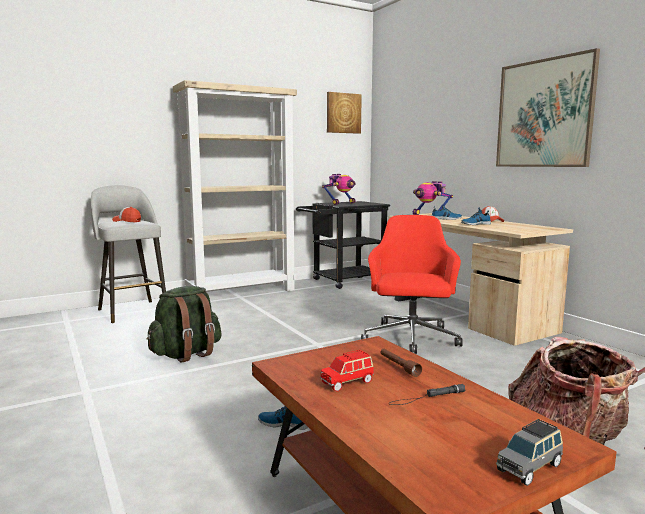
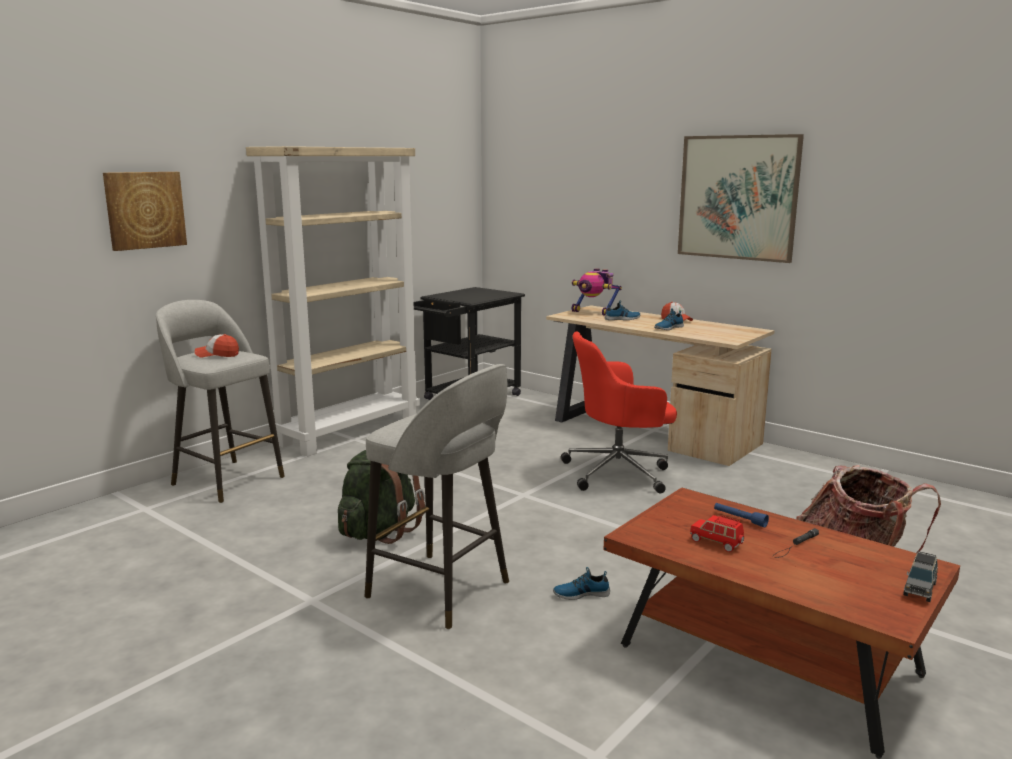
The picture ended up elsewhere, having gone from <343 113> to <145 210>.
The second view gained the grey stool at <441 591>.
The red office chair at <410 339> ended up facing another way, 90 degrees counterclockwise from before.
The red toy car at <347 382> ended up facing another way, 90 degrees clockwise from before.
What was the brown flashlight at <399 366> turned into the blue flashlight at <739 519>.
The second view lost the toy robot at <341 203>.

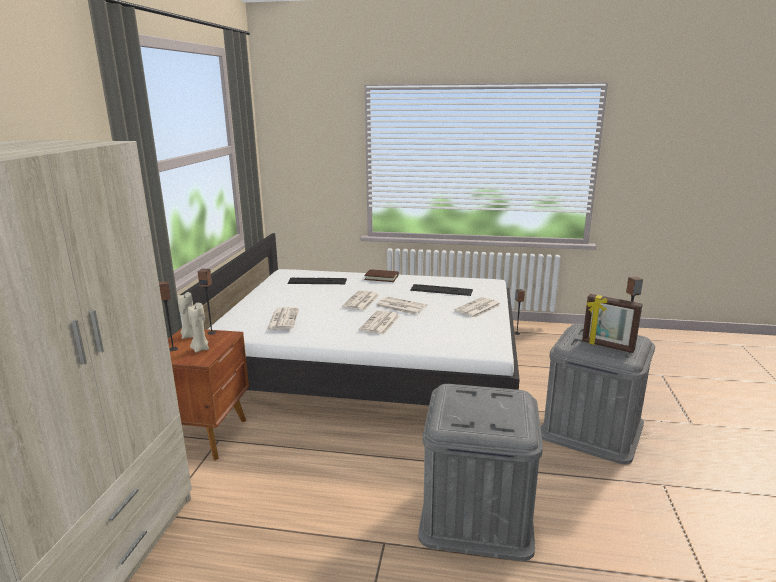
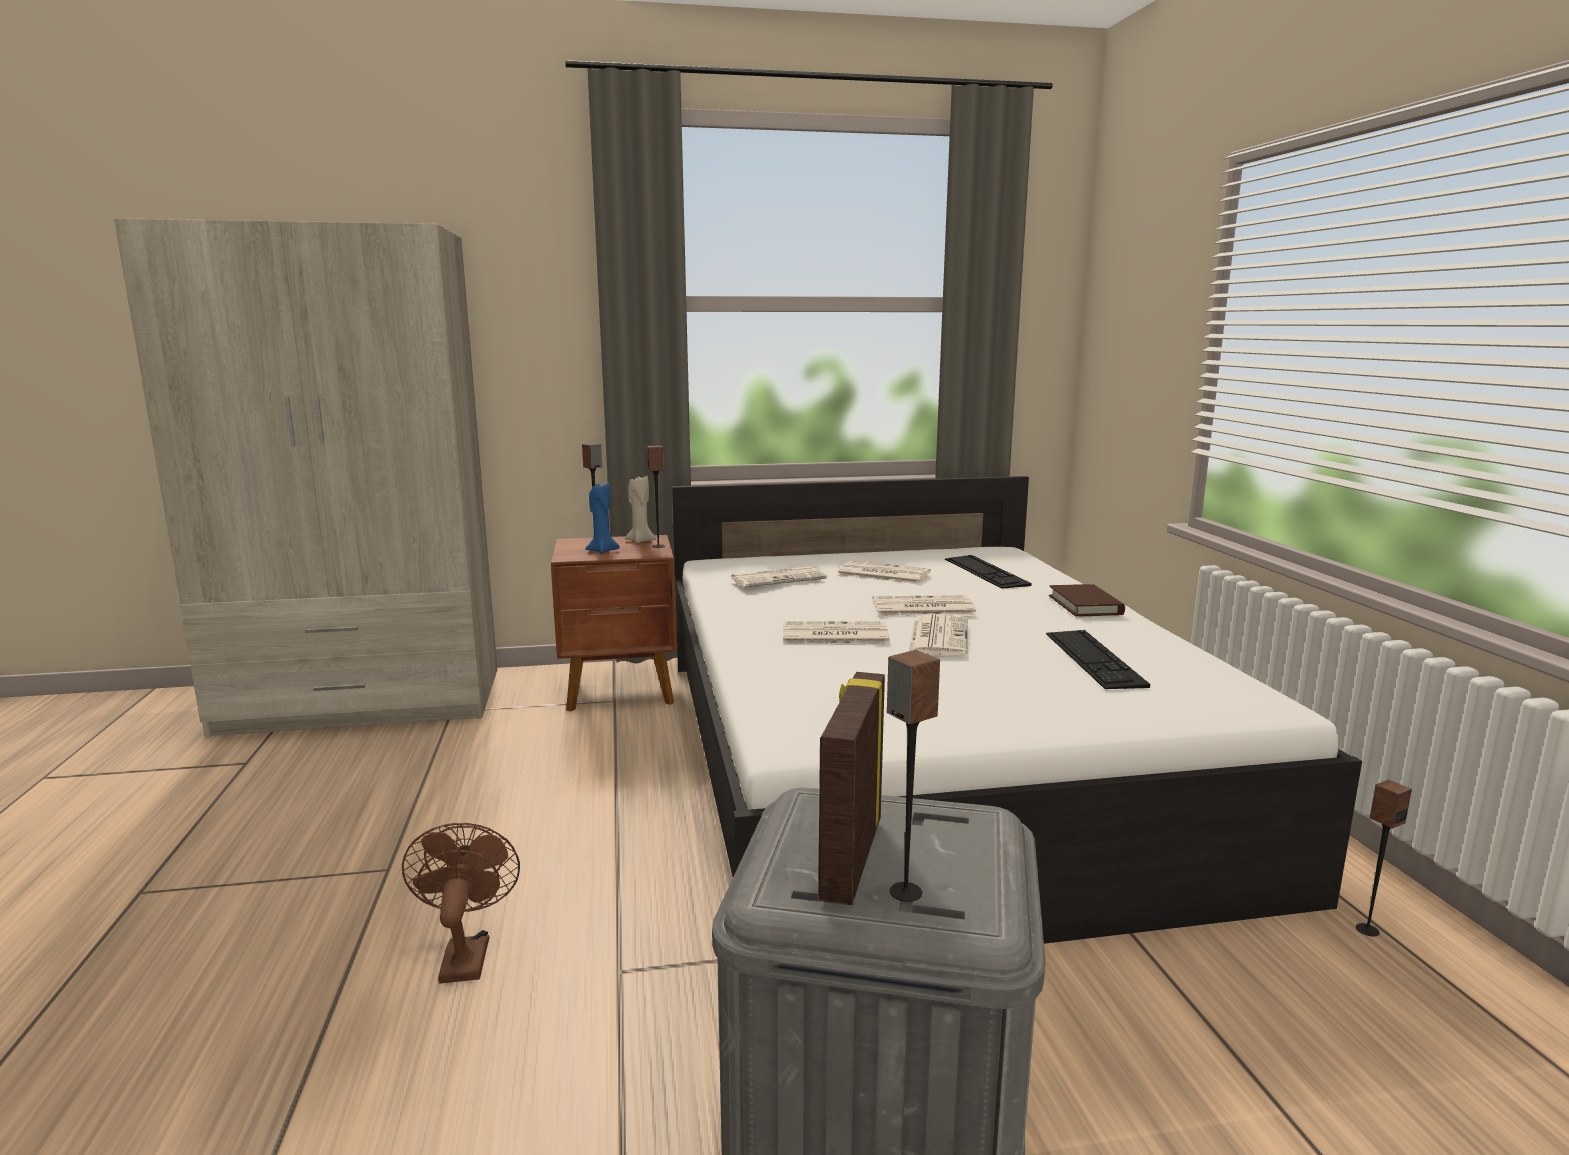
Where the grey storage box stood at <477 512>, the brown fan came to stand at <465 954>.
What was the beige candle at <200 349> turned into the blue candle at <602 551>.
The newspaper ended up elsewhere, having gone from <478 308> to <882 574>.

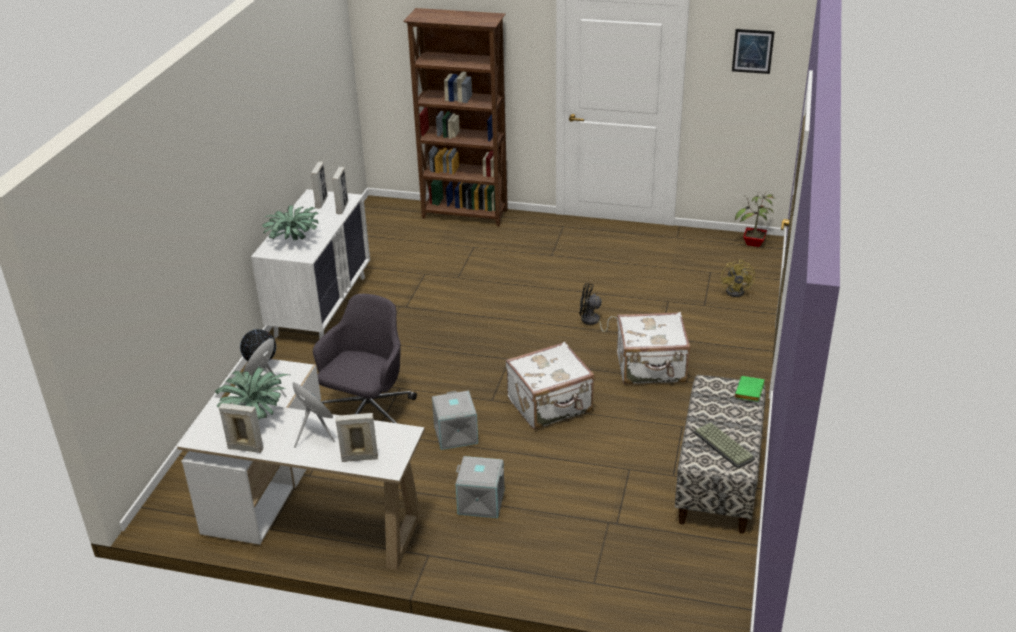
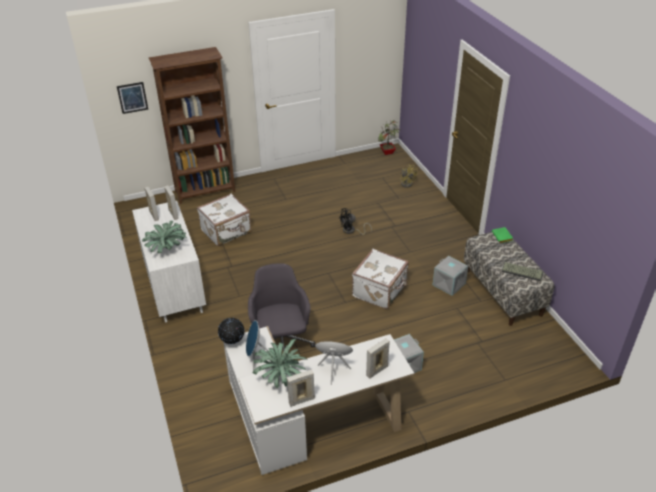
The picture ended up elsewhere, having gone from <752 51> to <132 97>.
The white suitcase ended up elsewhere, having gone from <651 368> to <226 231>.
The grey storage box ended up elsewhere, having gone from <454 434> to <448 284>.

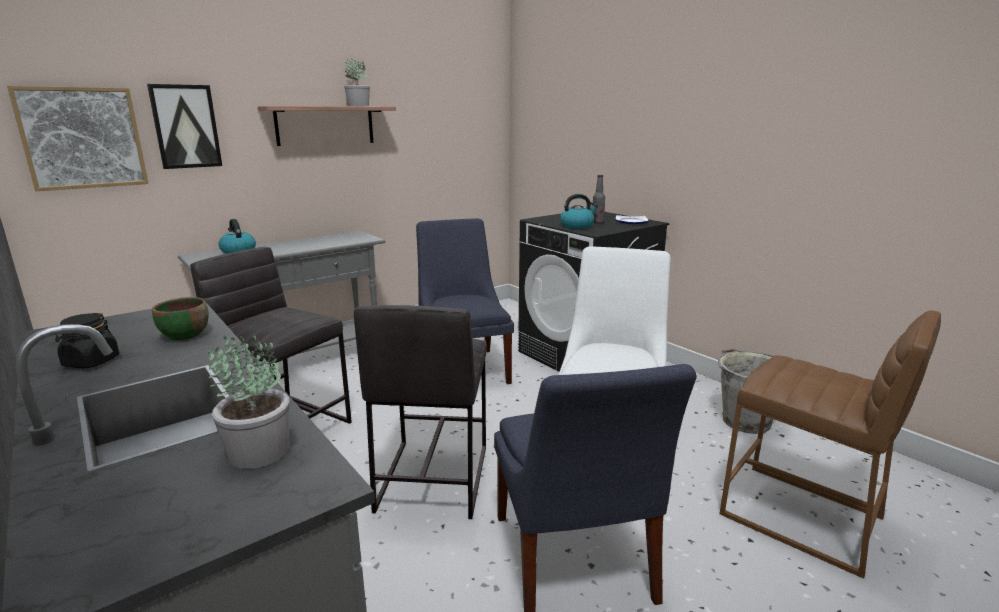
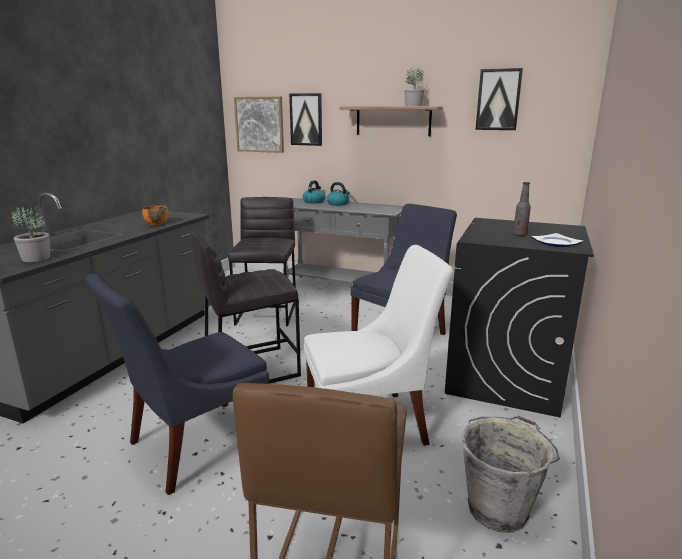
What was the green bowl at <185 335> turned into the orange bowl at <156 223>.
The kettle ended up elsewhere, having gone from <577 226> to <338 204>.
The second view gained the picture at <498 99>.
The second view lost the black jar at <91 362>.

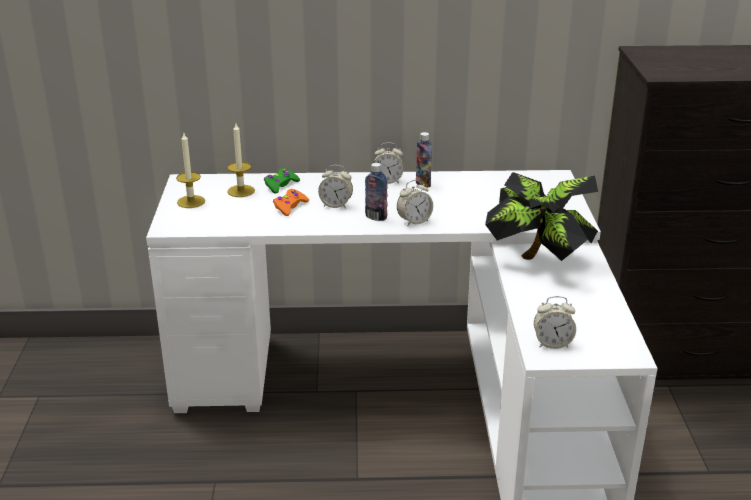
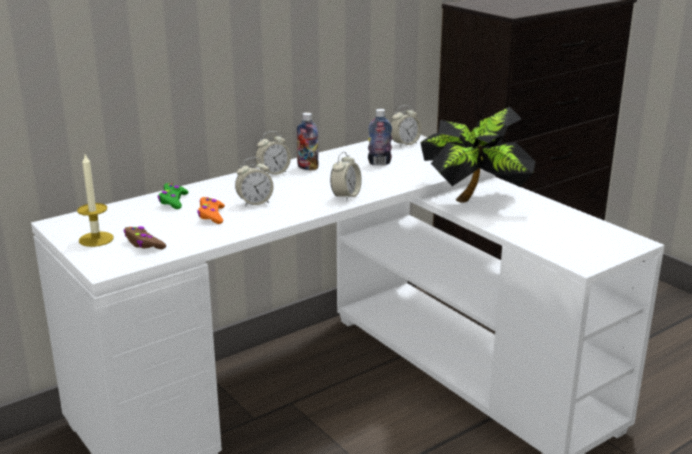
The second view gained the brown game controller at <144 244>.
The bottle ended up elsewhere, having gone from <376 217> to <379 163>.
The alarm clock ended up elsewhere, having gone from <552 343> to <404 144>.
The second view lost the candle at <241 191>.

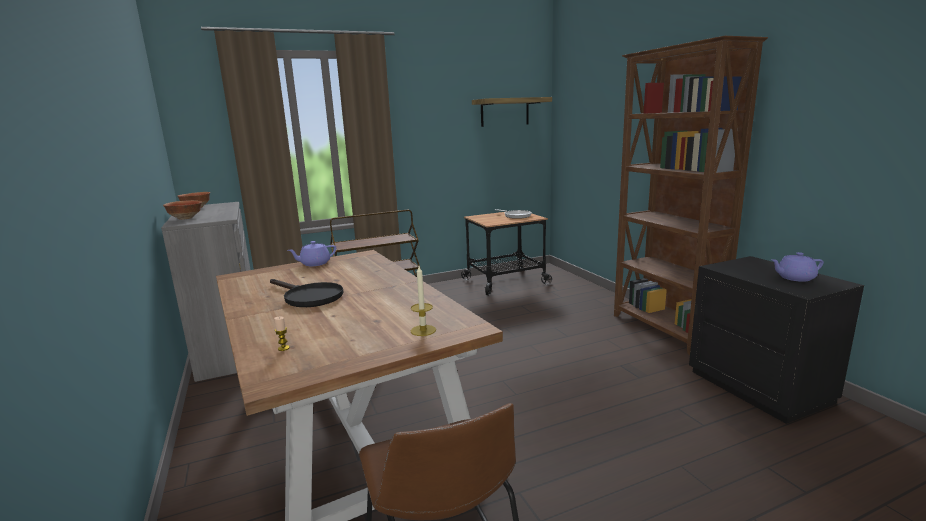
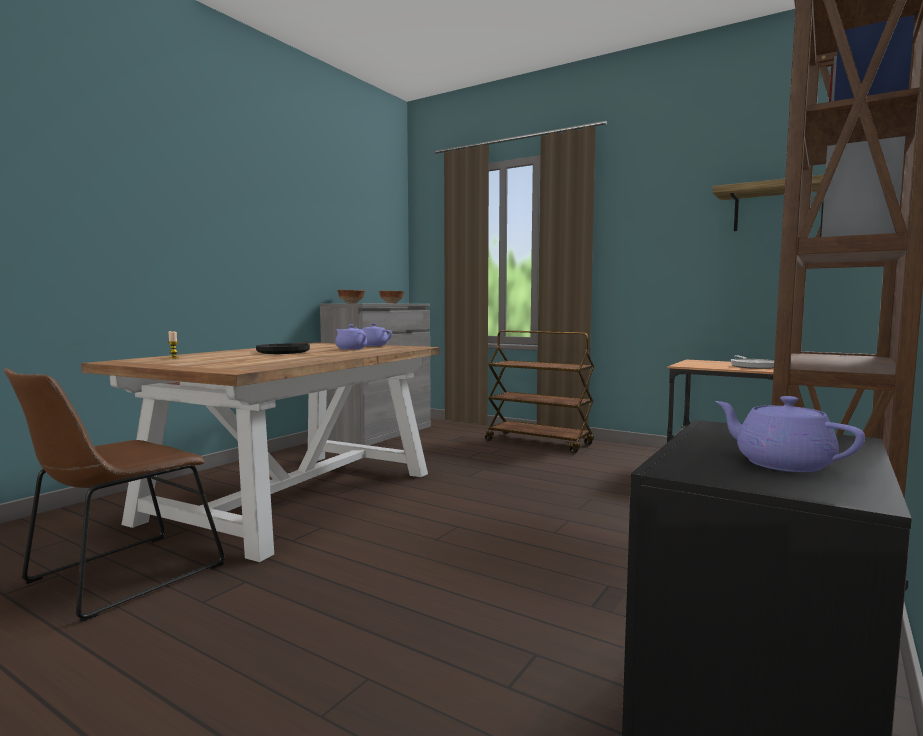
The second view gained the purple teapot at <350 349>.
The second view lost the candle at <423 330>.

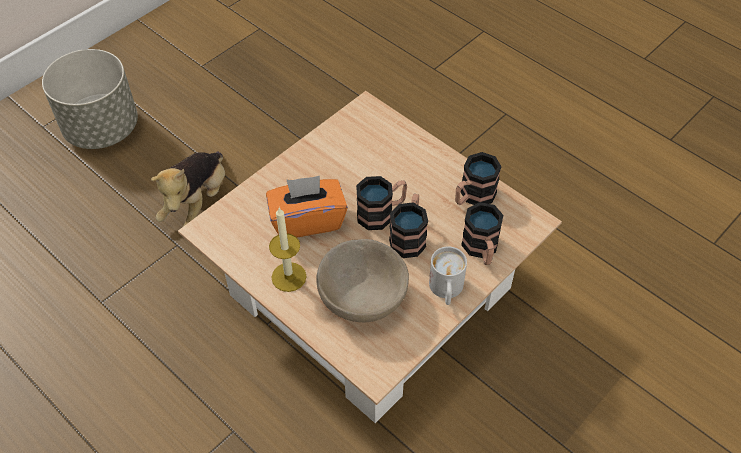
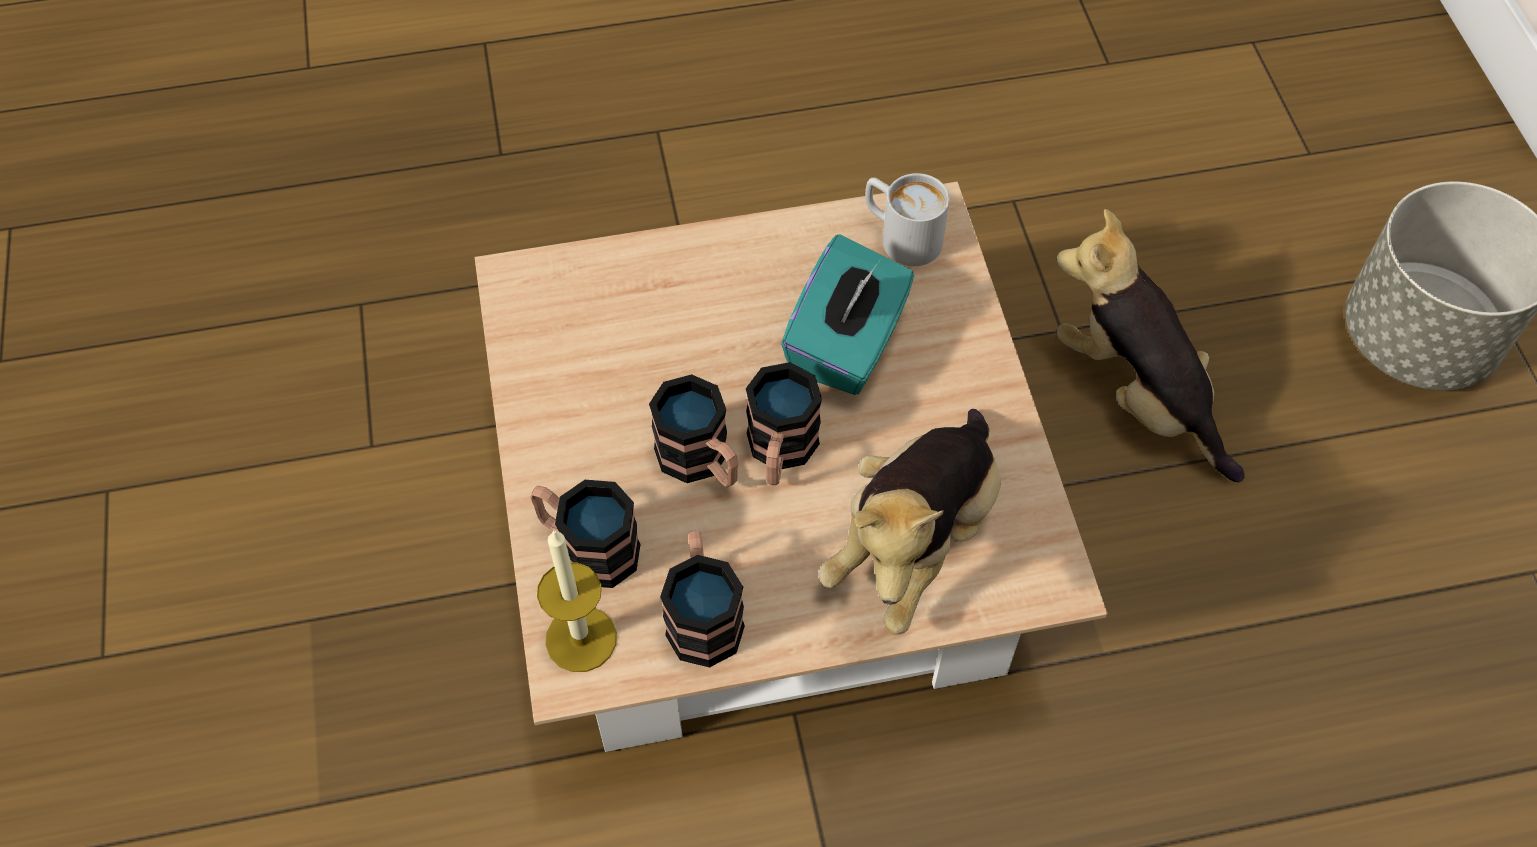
The candle ended up elsewhere, having gone from <289 277> to <581 639>.
What was the orange tissue box at <307 220> turned into the turquoise tissue box at <847 344>.
The second view gained the plush toy at <914 541>.
The white mug ended up elsewhere, having gone from <446 291> to <900 236>.
The second view lost the beige bowl at <363 298>.

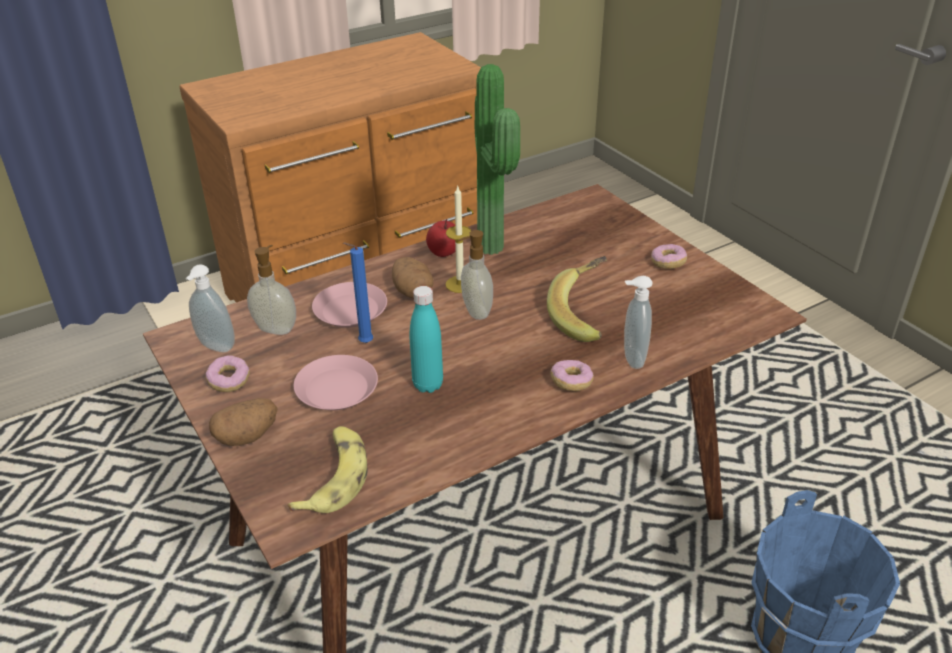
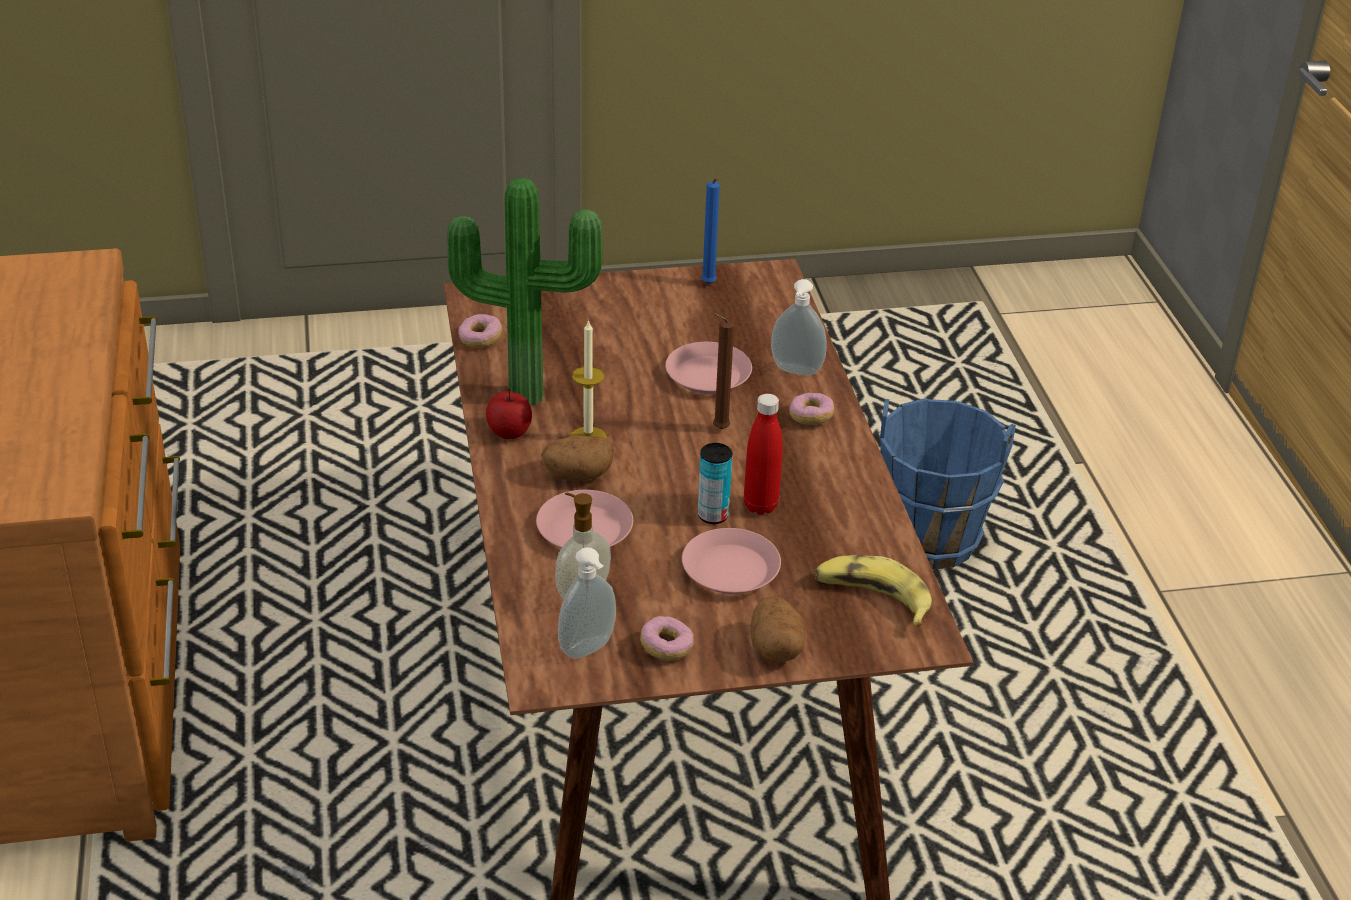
The donut ended up elsewhere, having gone from <668 263> to <480 339>.
Where the banana stood at <586 316>, the pink plate came to stand at <708 375>.
The second view gained the can at <713 515>.
The blue candle ended up elsewhere, having gone from <363 343> to <708 285>.
The second view gained the brown candle at <718 429>.
What was the turquoise bottle at <428 385> turned into the red bottle at <760 506>.
The second view lost the soap dispenser at <475 311>.

